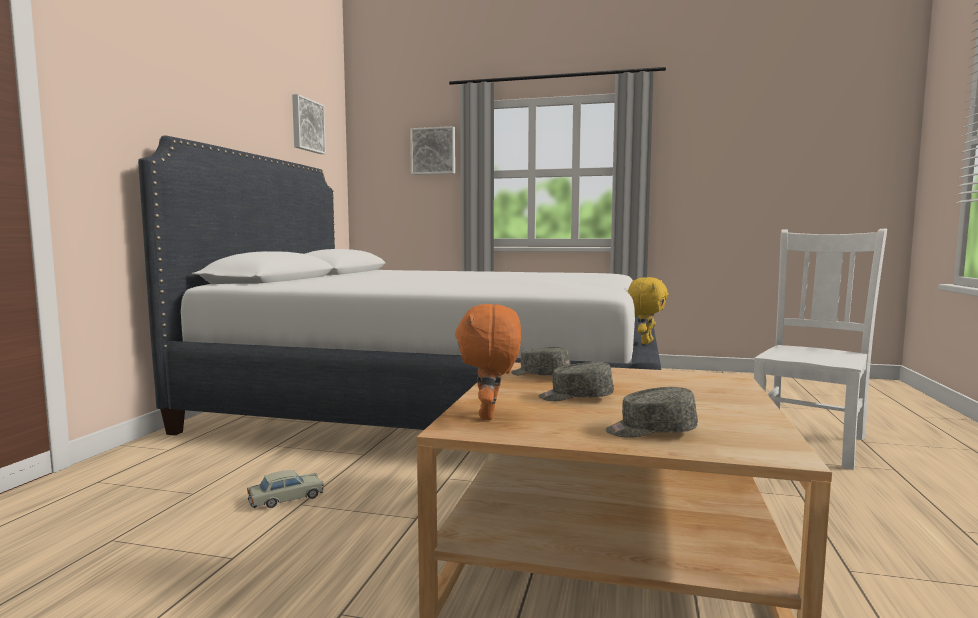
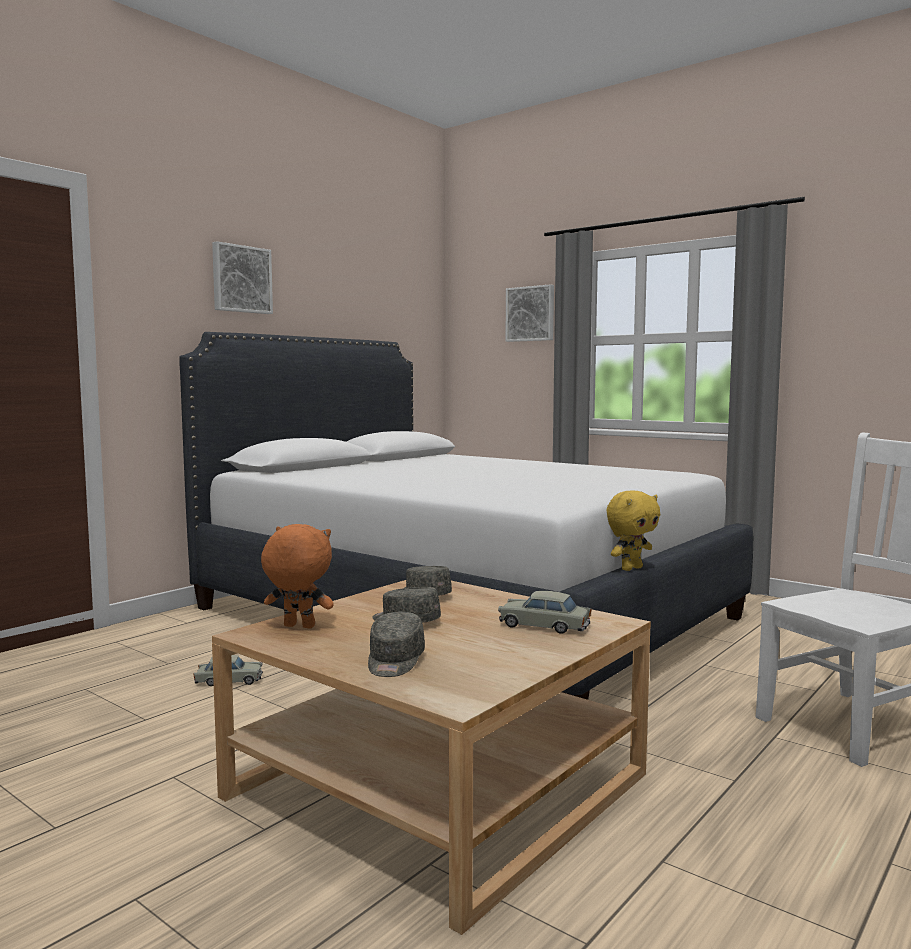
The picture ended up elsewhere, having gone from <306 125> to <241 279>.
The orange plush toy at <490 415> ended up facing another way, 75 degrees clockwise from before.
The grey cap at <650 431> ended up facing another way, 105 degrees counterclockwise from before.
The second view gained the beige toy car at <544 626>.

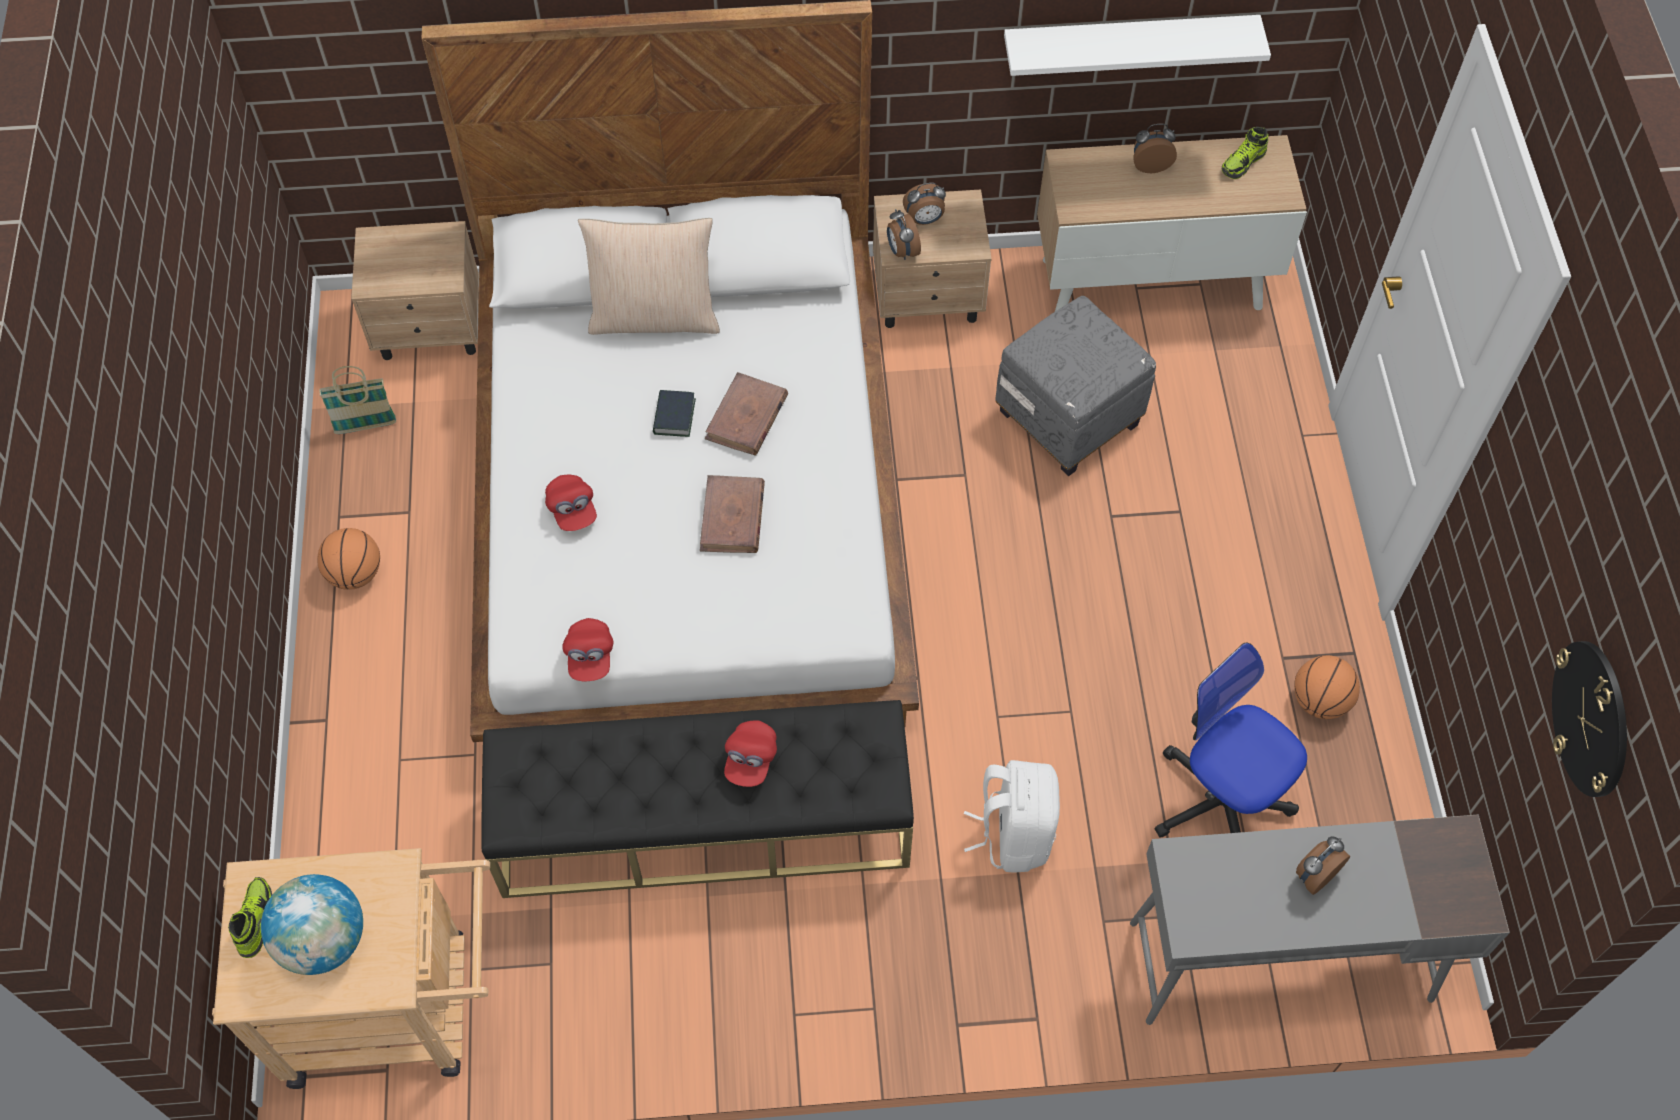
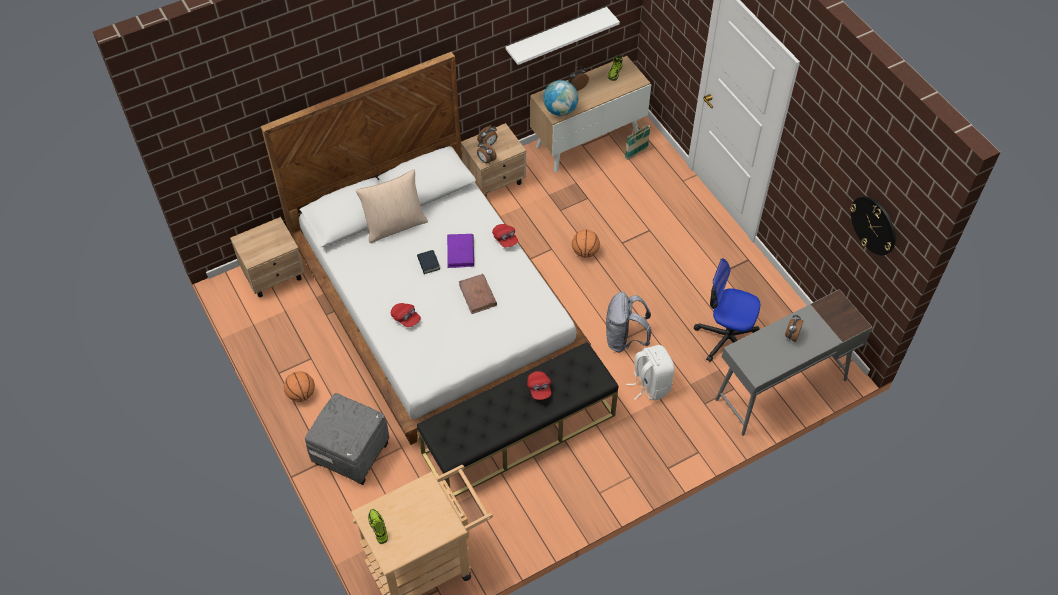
The grey ottoman ended up elsewhere, having gone from <1066 417> to <350 453>.
What was the brown book at <746 418> turned into the purple book at <460 252>.
The red cap ended up elsewhere, having gone from <590 656> to <505 239>.
The globe ended up elsewhere, having gone from <324 940> to <560 110>.
The basketball ended up elsewhere, having gone from <1319 701> to <585 252>.
The second view gained the grey backpack at <624 339>.
The basket ended up elsewhere, having gone from <366 426> to <636 153>.

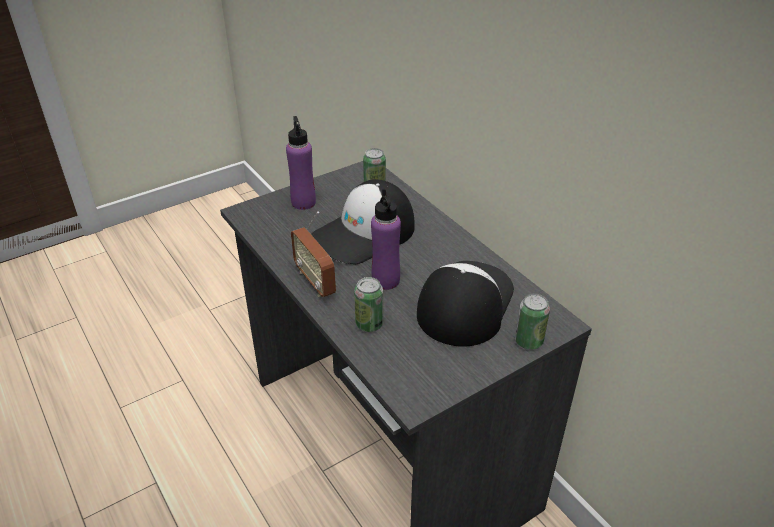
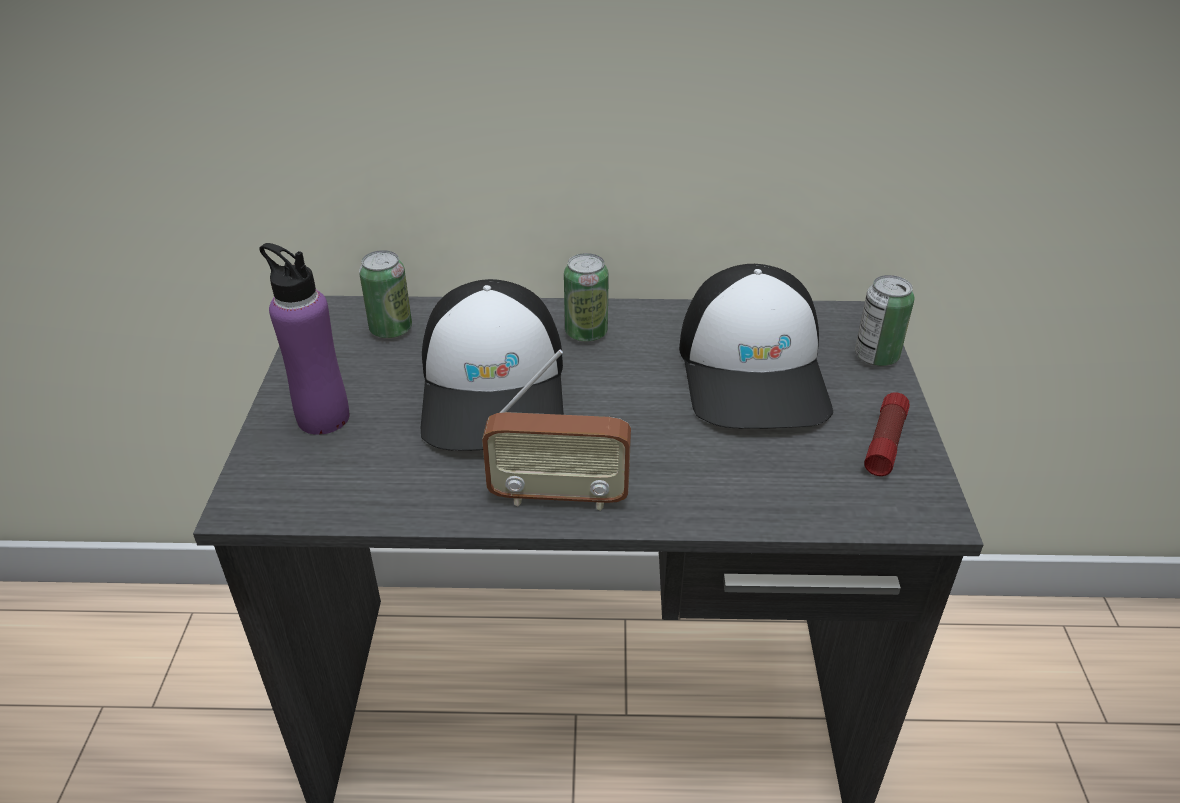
The can ended up elsewhere, having gone from <369 324> to <586 333>.
The cap at <464 303> ended up facing another way, 150 degrees counterclockwise from before.
The second view gained the flashlight at <884 442>.
The second view lost the purple bottle at <385 280>.

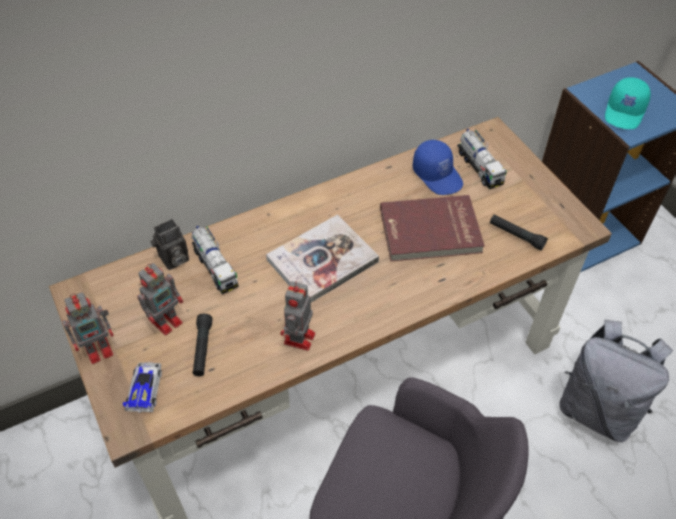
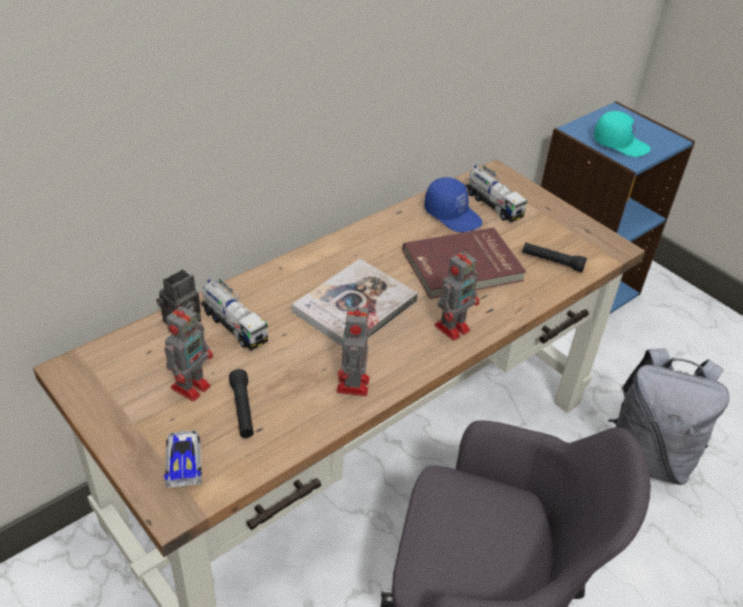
The toy robot ended up elsewhere, having gone from <100 349> to <453 327>.
The turquoise cap at <625 112> ended up facing another way, 75 degrees counterclockwise from before.

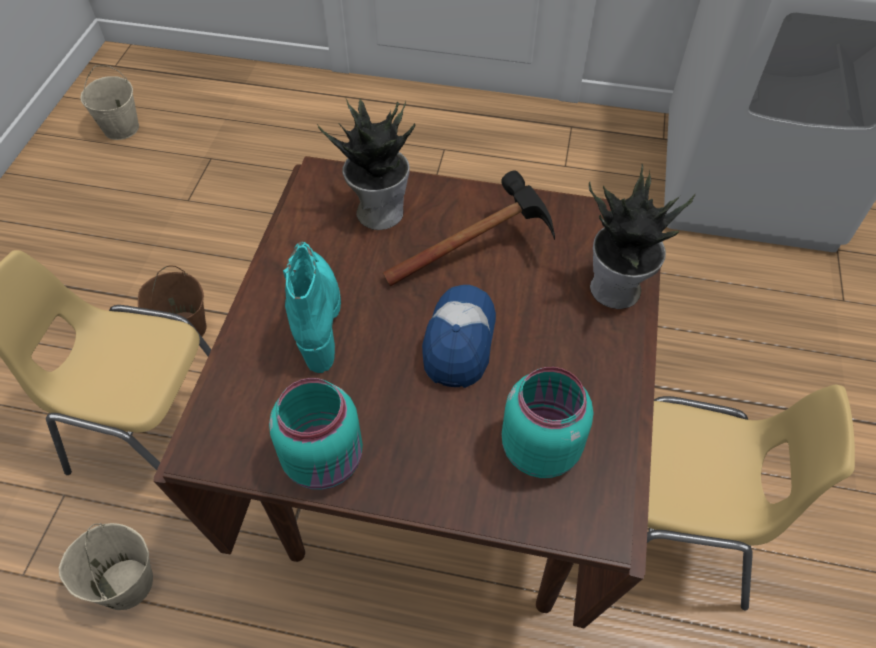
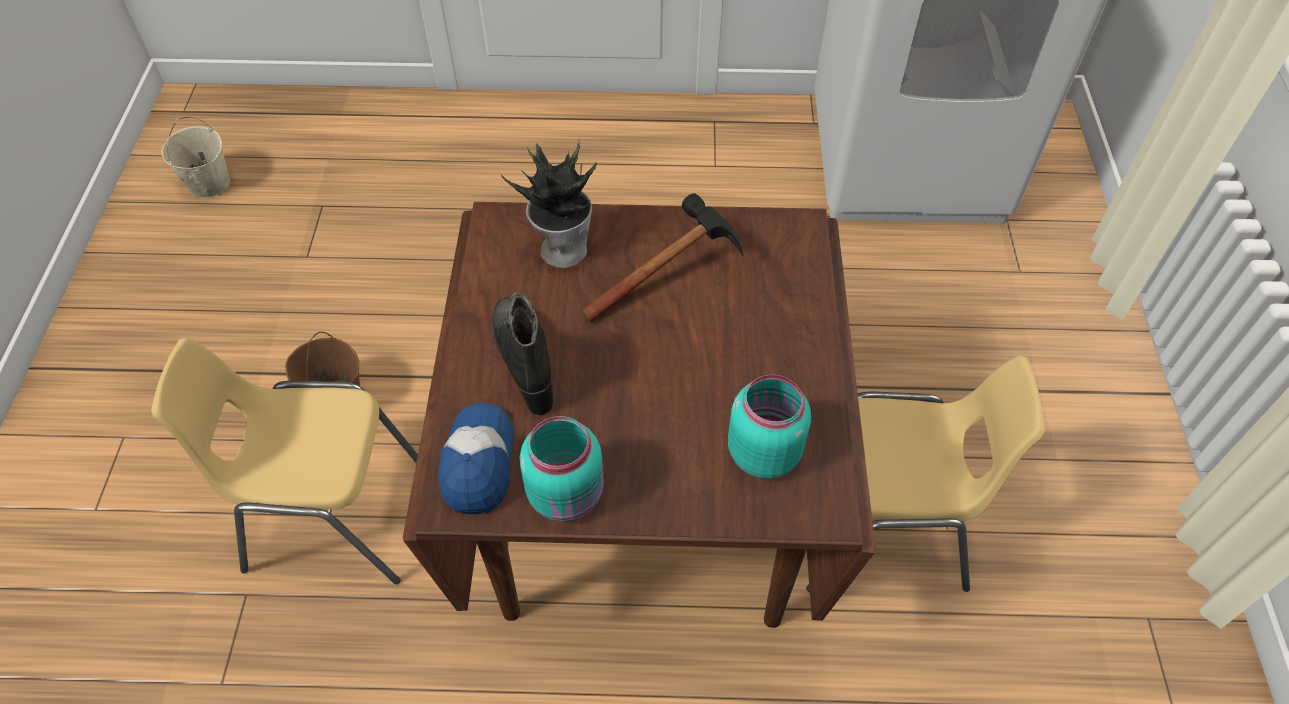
The cap ended up elsewhere, having gone from <459 341> to <478 463>.
What was the turquoise boot at <317 317> turned into the black boot at <526 361>.
The second view lost the beige bucket at <125 584>.
The second view lost the potted plant at <617 290>.

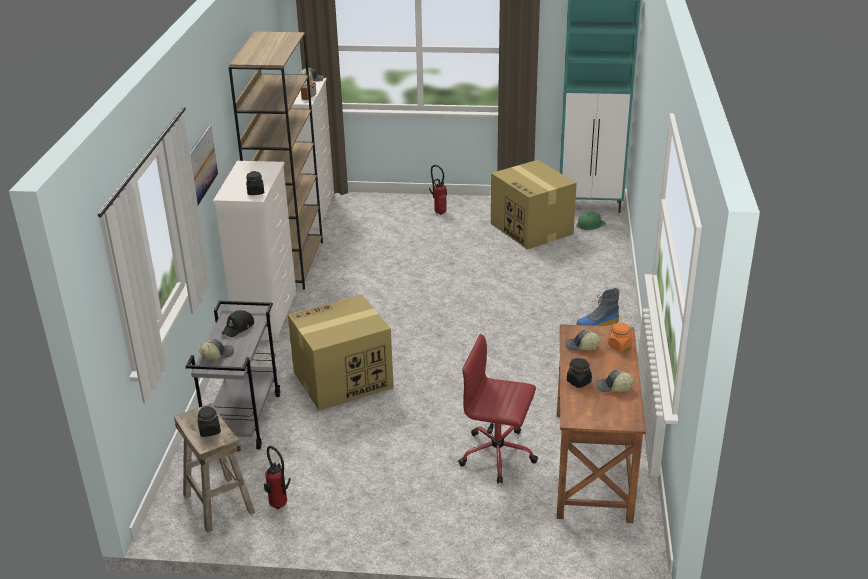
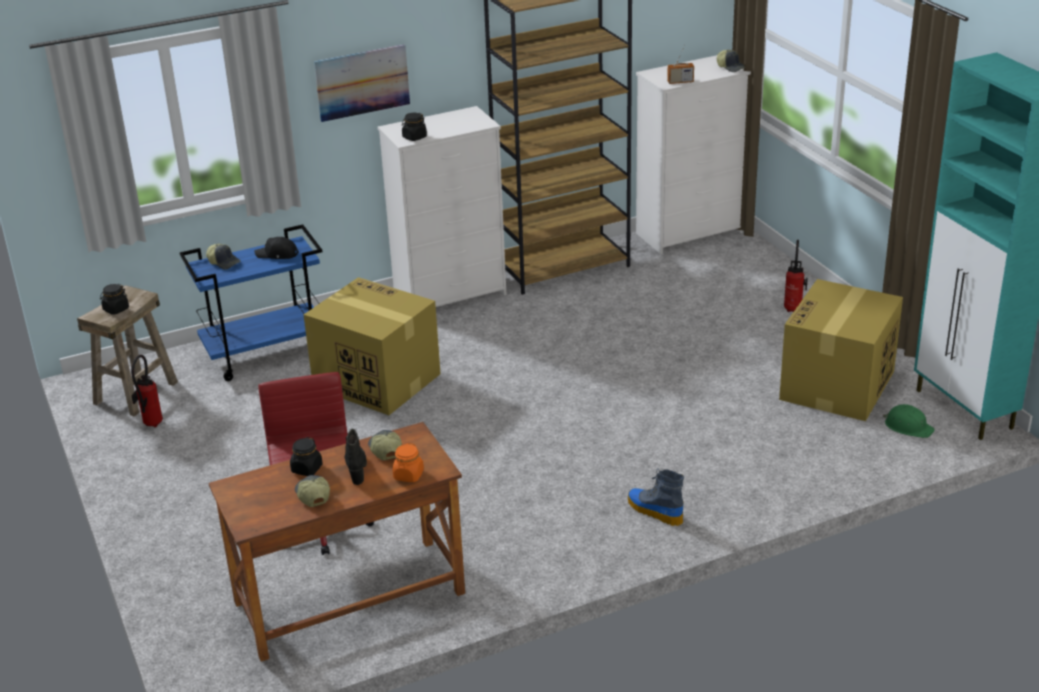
What was the grey cart at <243 419> turned into the blue cart at <266 354>.
The second view gained the black boot at <356 468>.

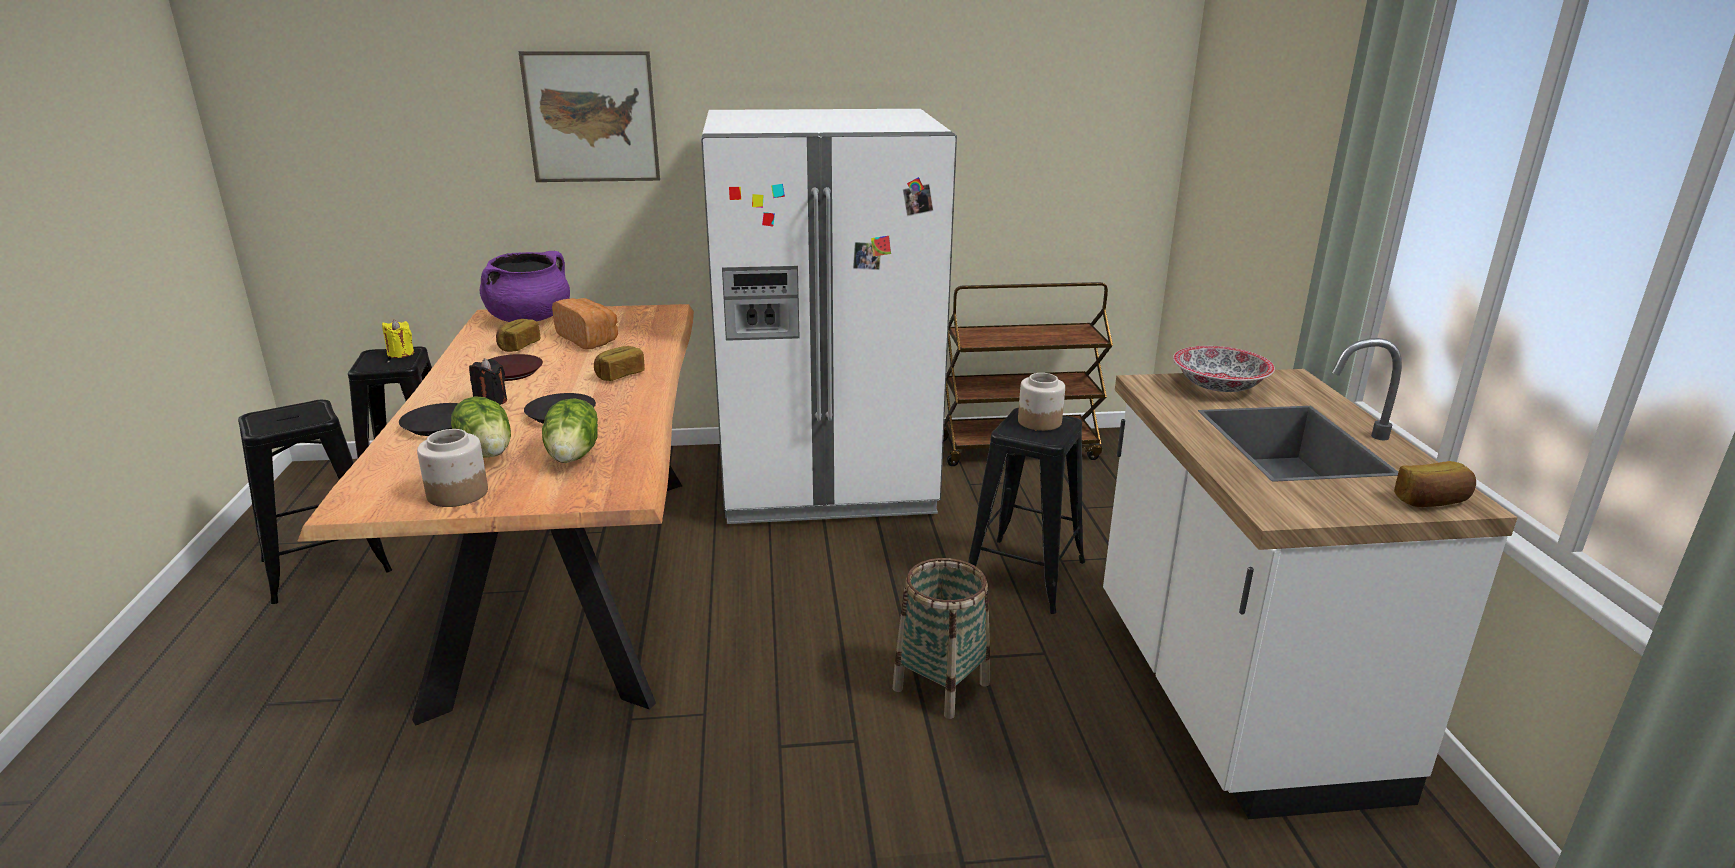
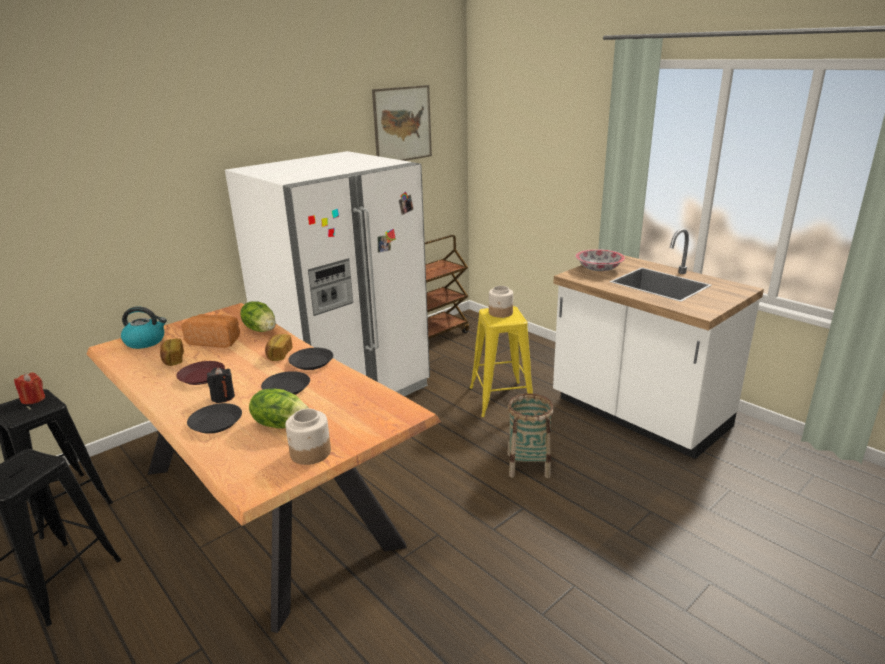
What was the yellow candle at <400 354> turned into the red candle at <33 399>.
Where the purple cooking pot stood at <529 319>, the kettle came to stand at <146 341>.
The lettuce ended up elsewhere, having gone from <574 455> to <261 329>.
The second view gained the black plate at <311 362>.
The picture ended up elsewhere, having gone from <592 117> to <402 124>.
What was the black stool at <1024 575> turned into the yellow stool at <501 399>.
The second view lost the bread at <1432 501>.

